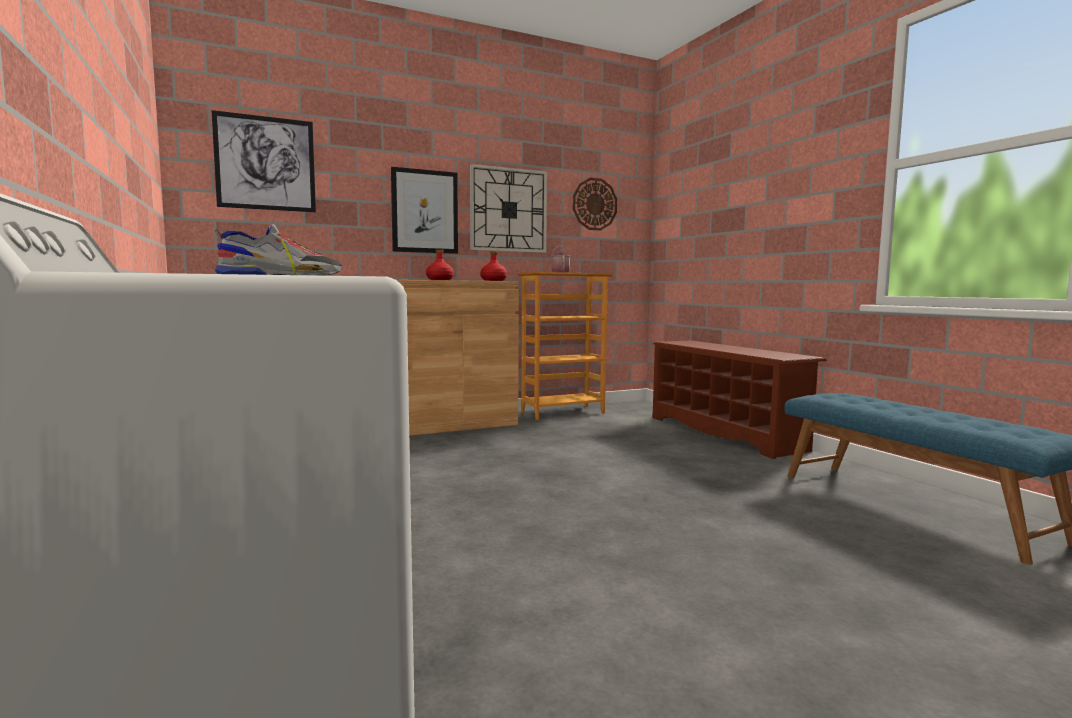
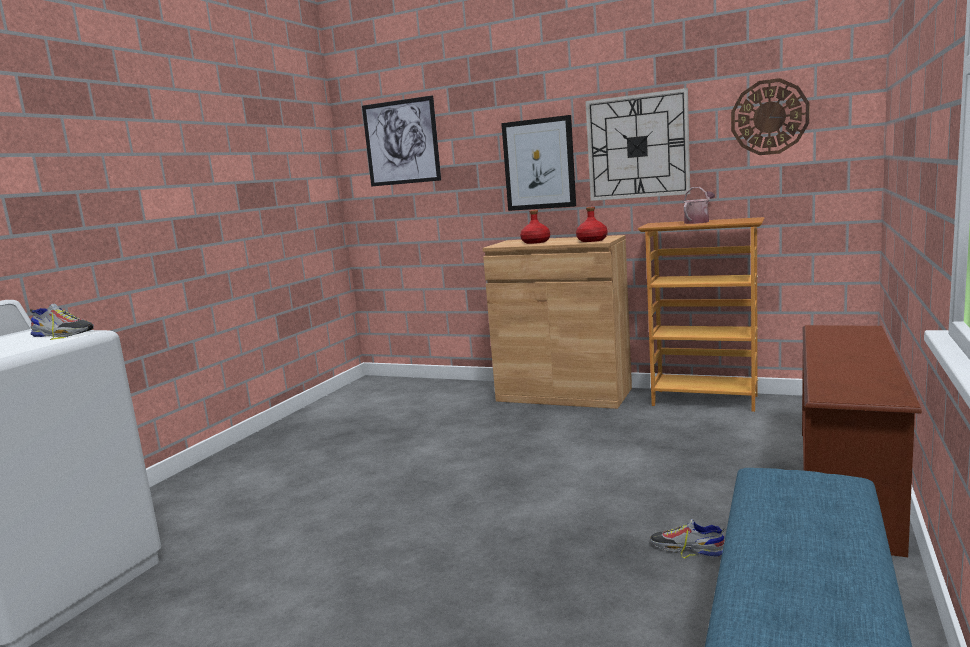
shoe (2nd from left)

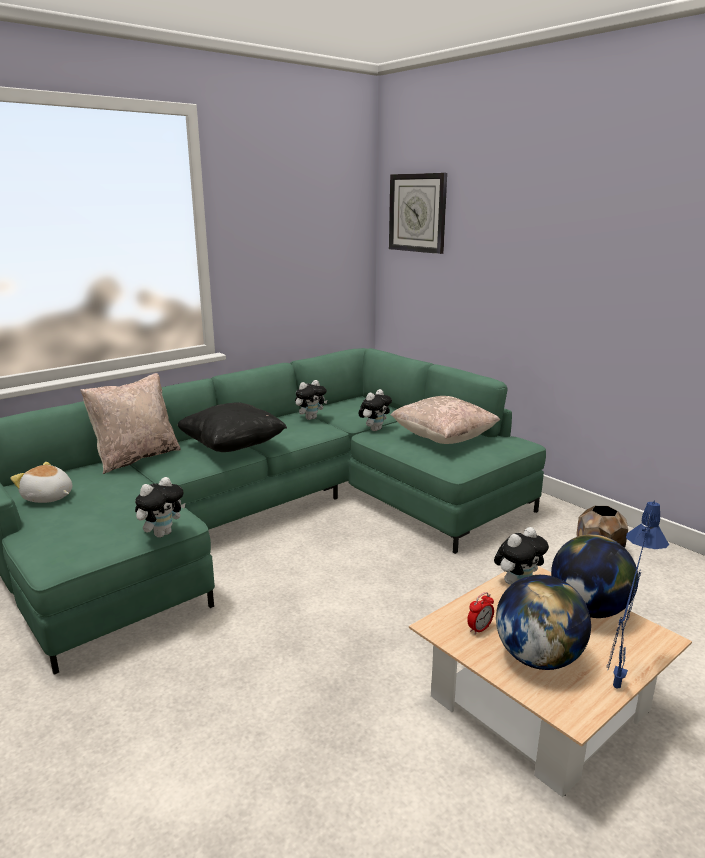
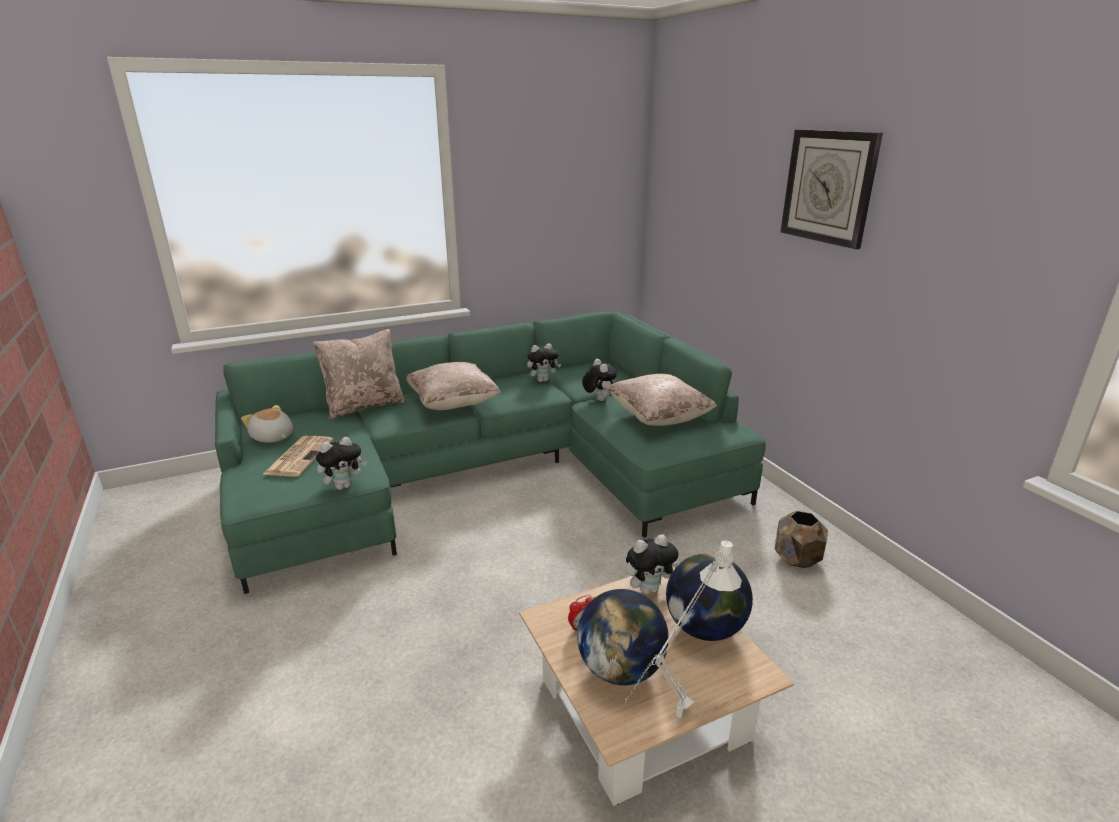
newspaper
wall_clock
beige_pillow (2nd from left)
white_table_lamp
plush_toy (4th from left)

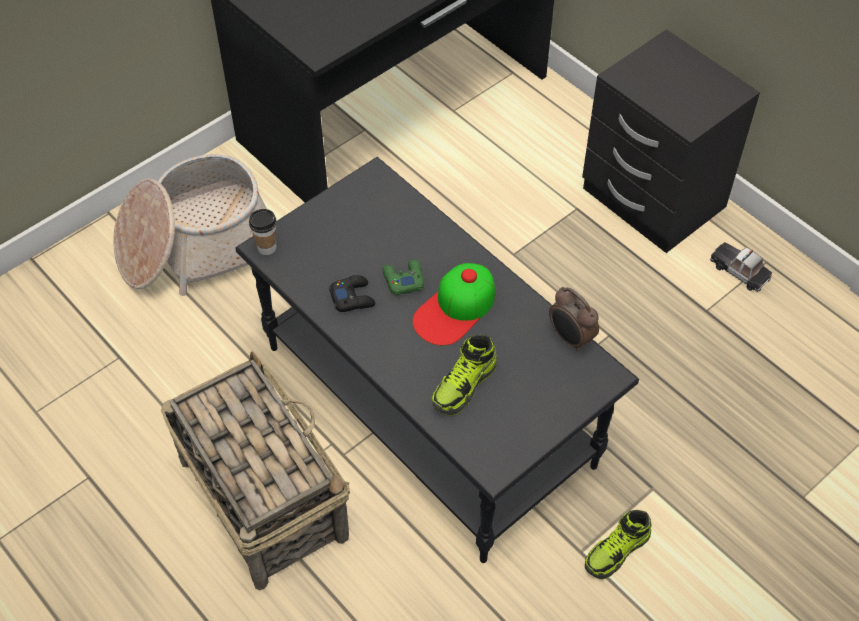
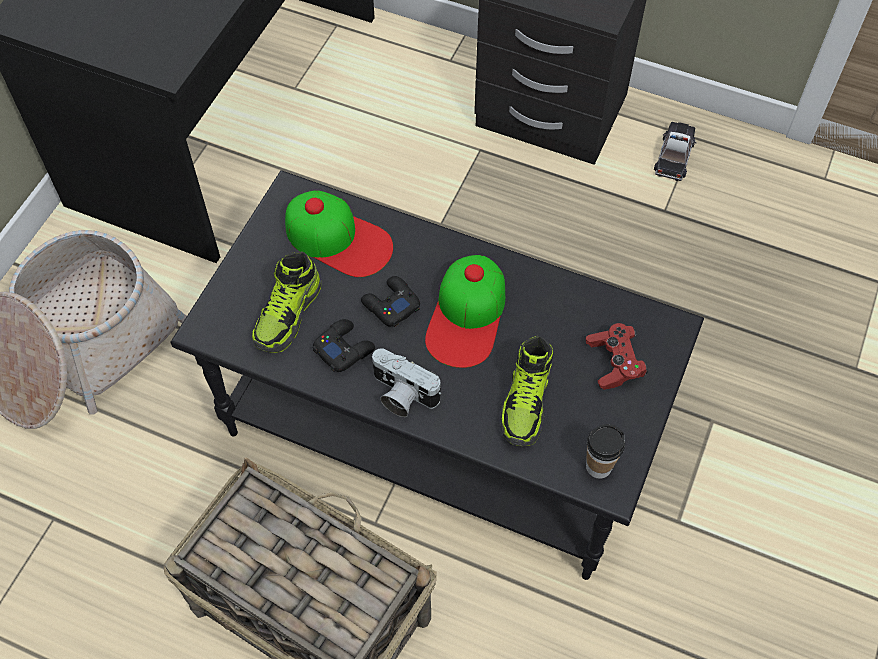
alarm_clock
cap (1st from left)
photo_camera
red_game_controller
cup
shoe (1st from left)
black_game_controller (2nd from left)
toy_car

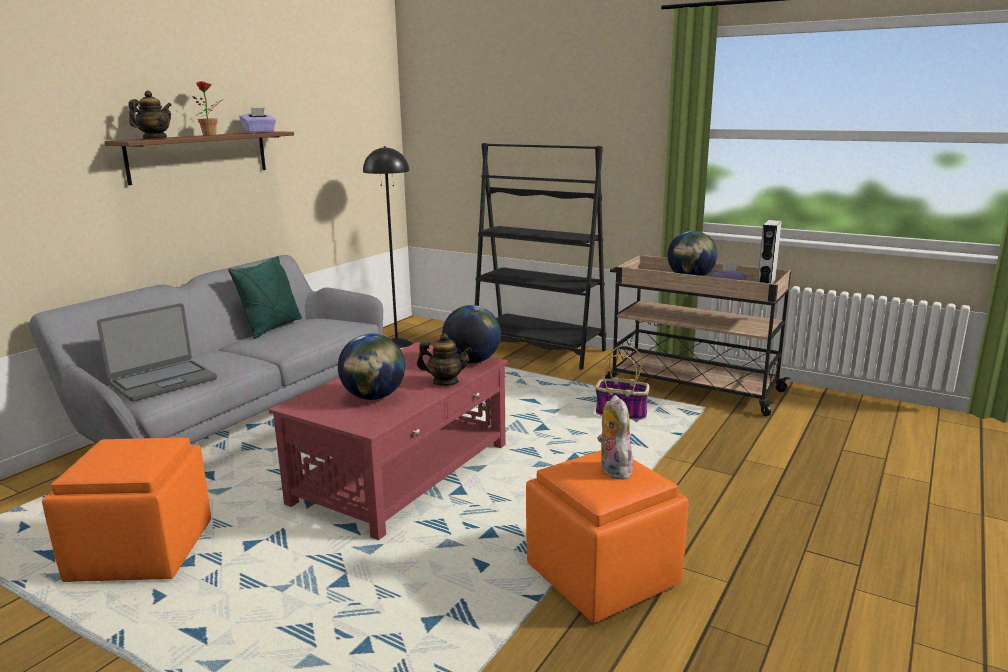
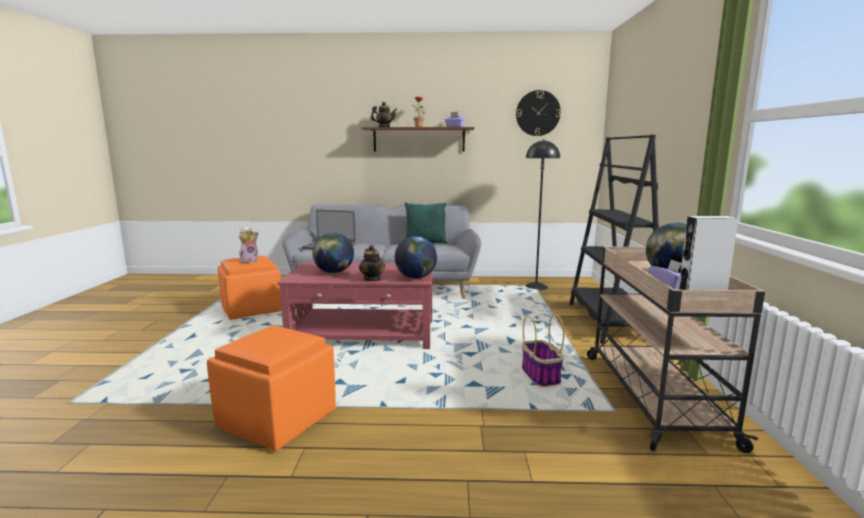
wall_clock
plush_toy

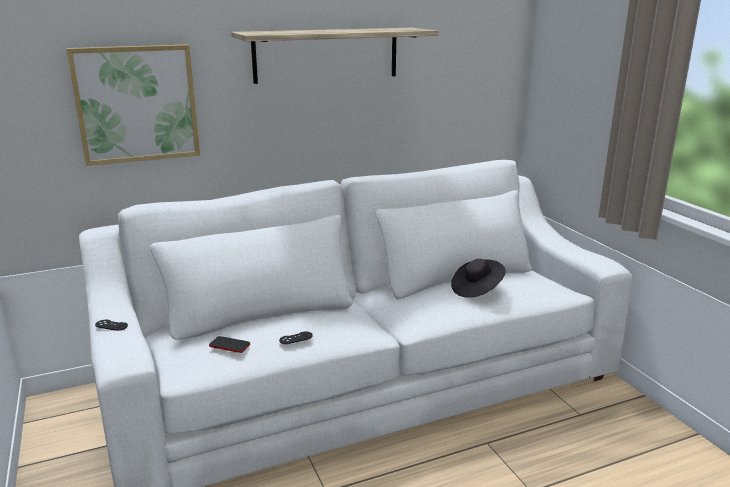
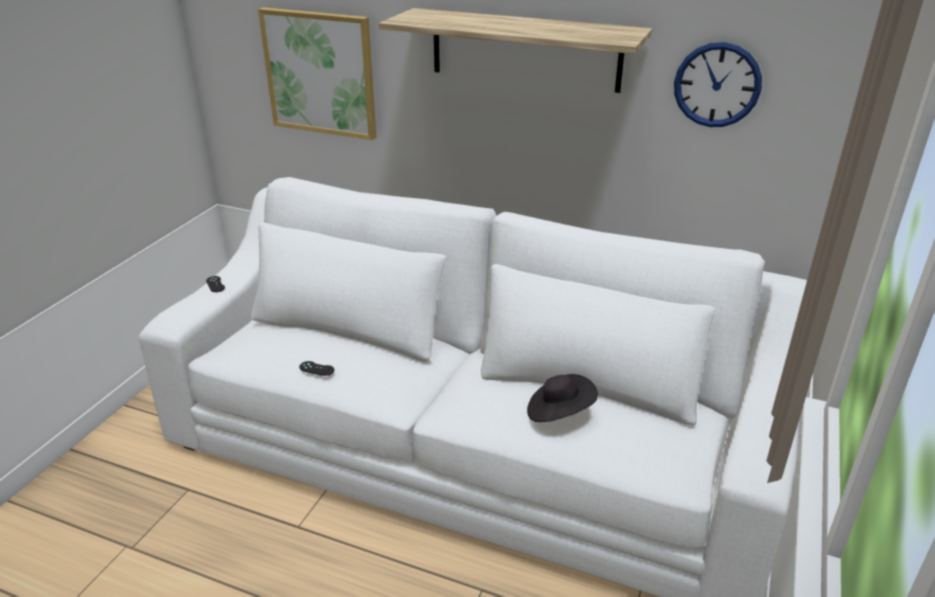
phone
wall_clock

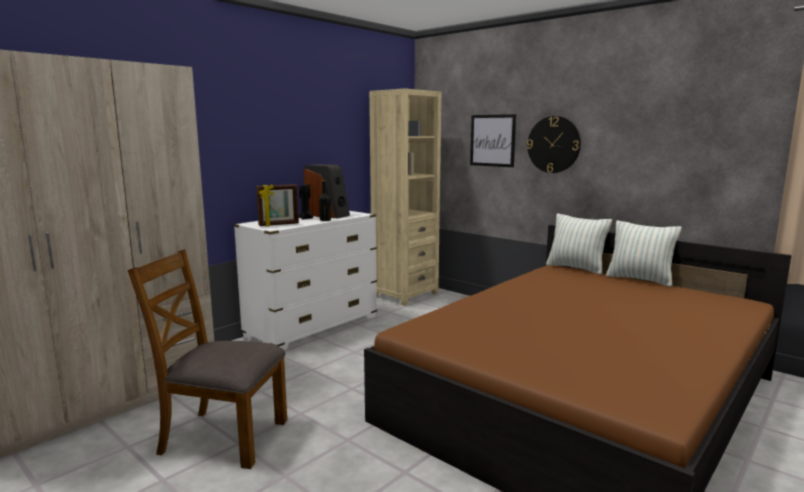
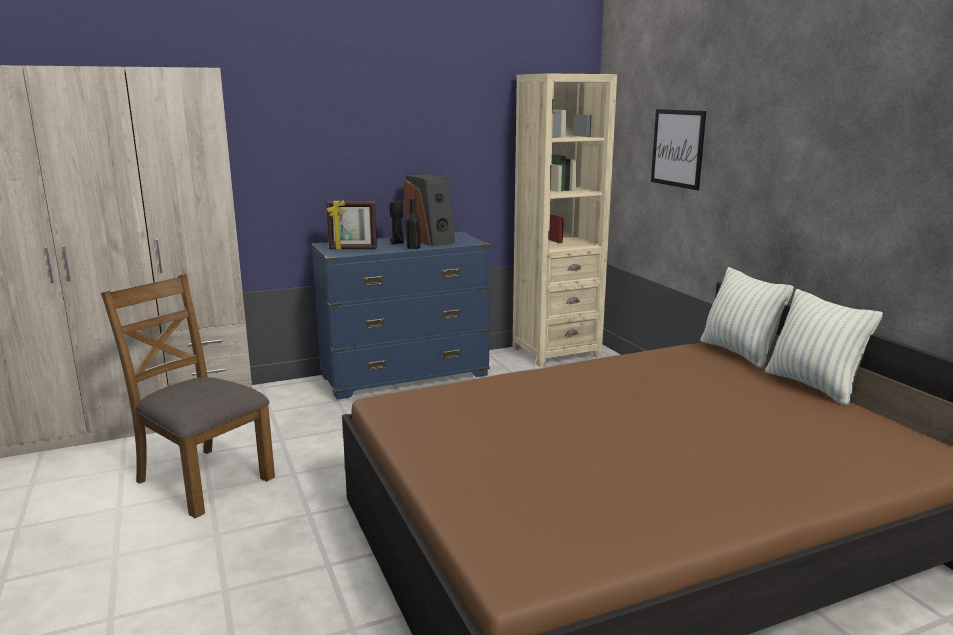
wall_clock
blue_dresser

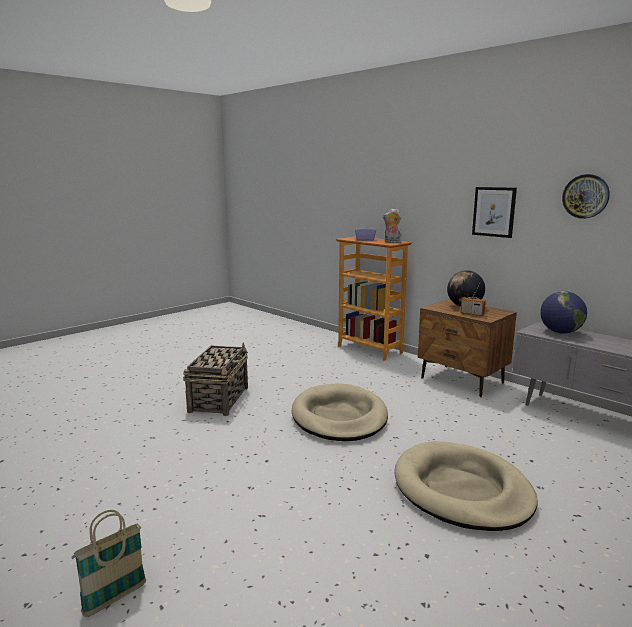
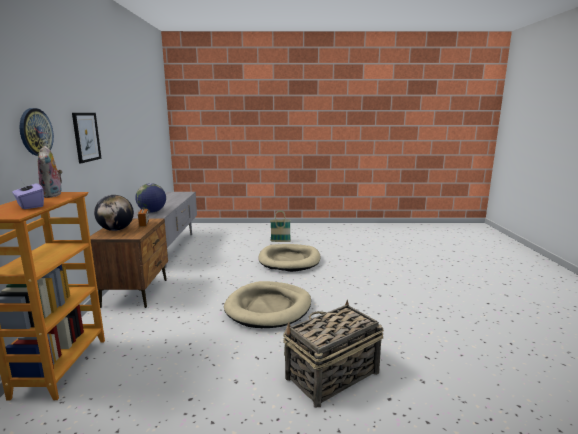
basket (1st from left)
wall_clock

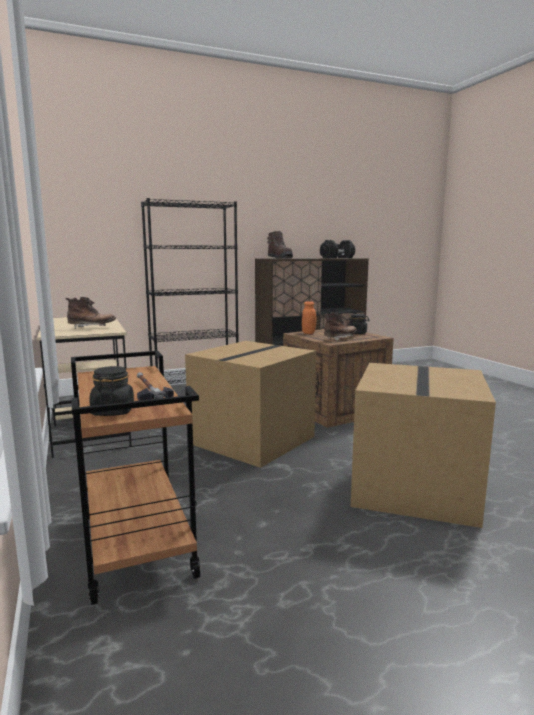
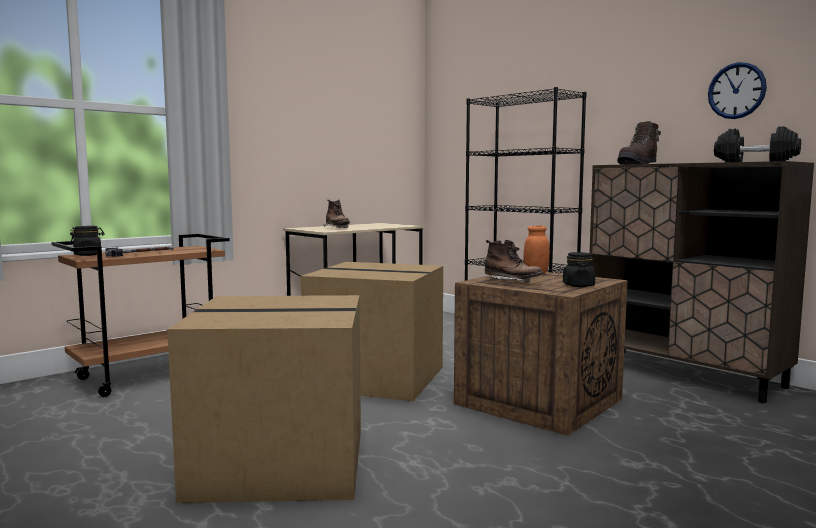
wall_clock

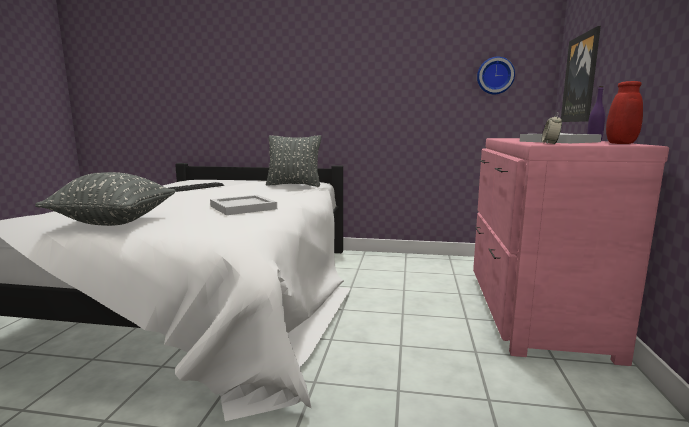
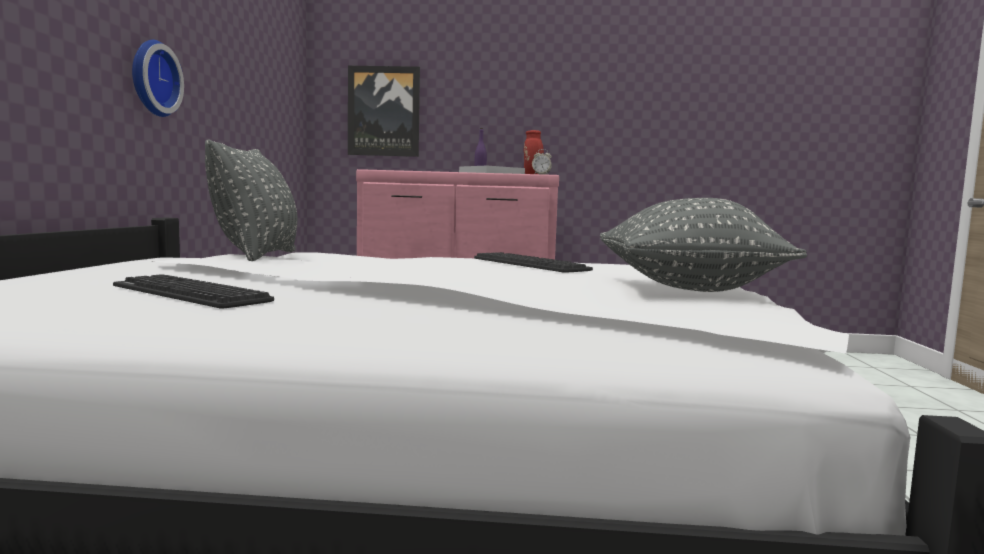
wall_clock
keyboard (2nd from left)

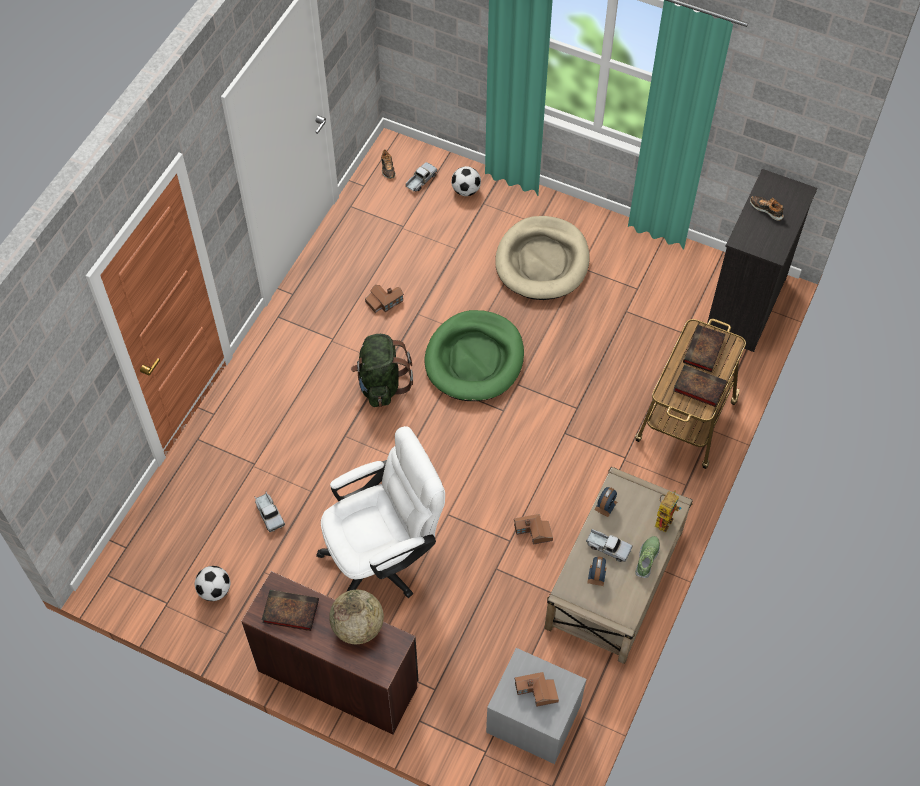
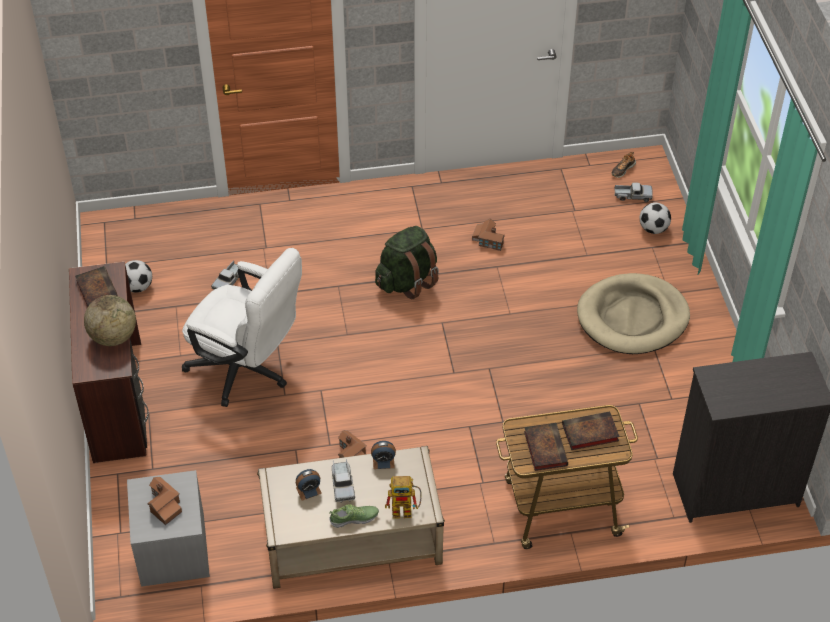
green_dog_bed
shoe (3rd from left in the first image)

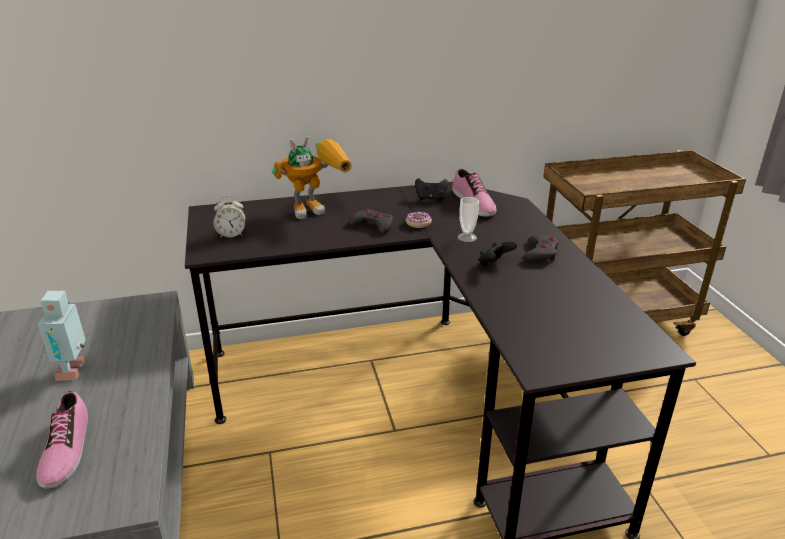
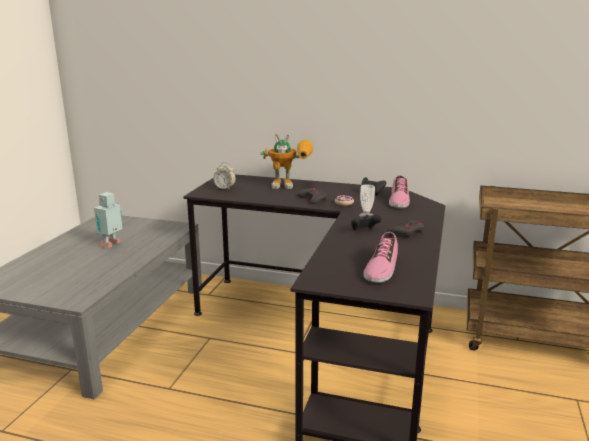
shoe (1st from left)

